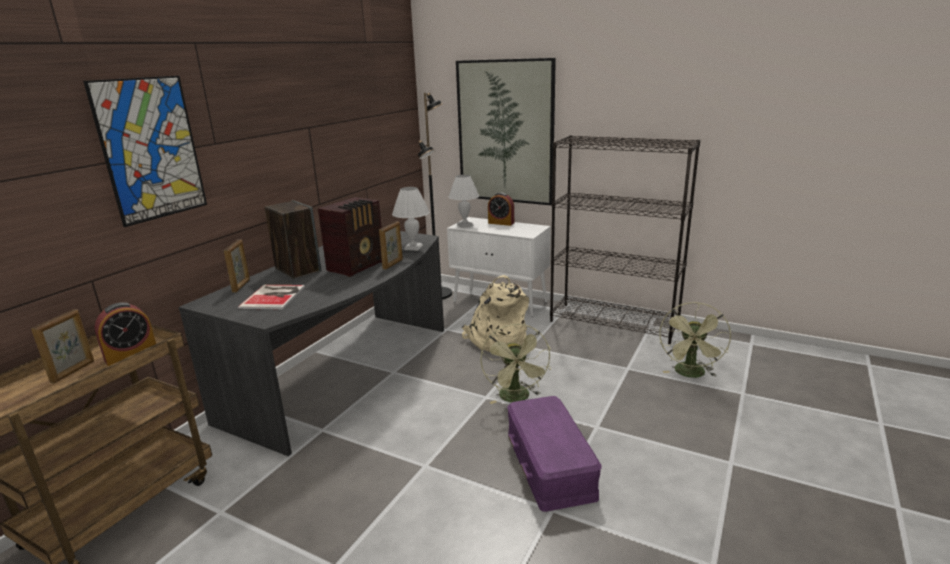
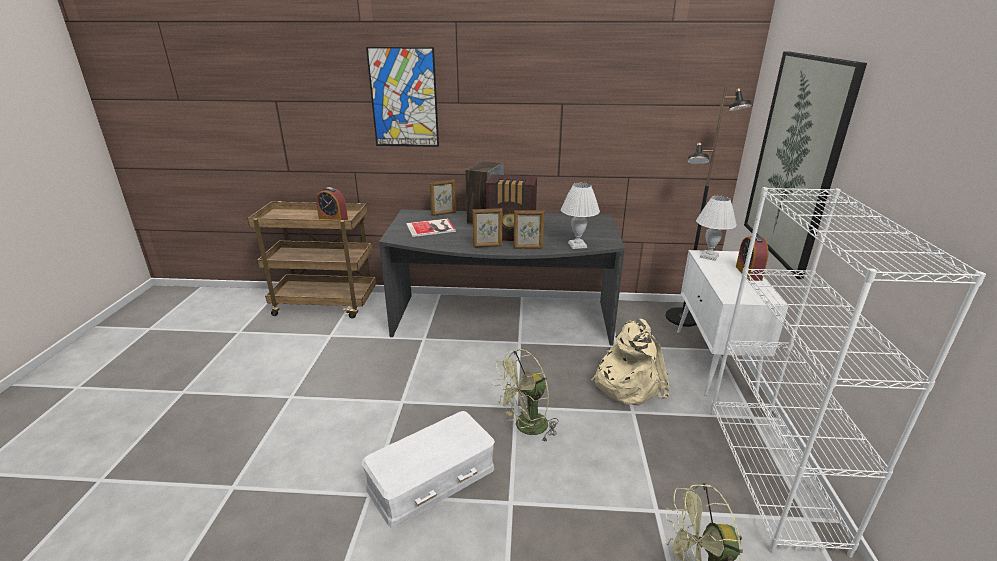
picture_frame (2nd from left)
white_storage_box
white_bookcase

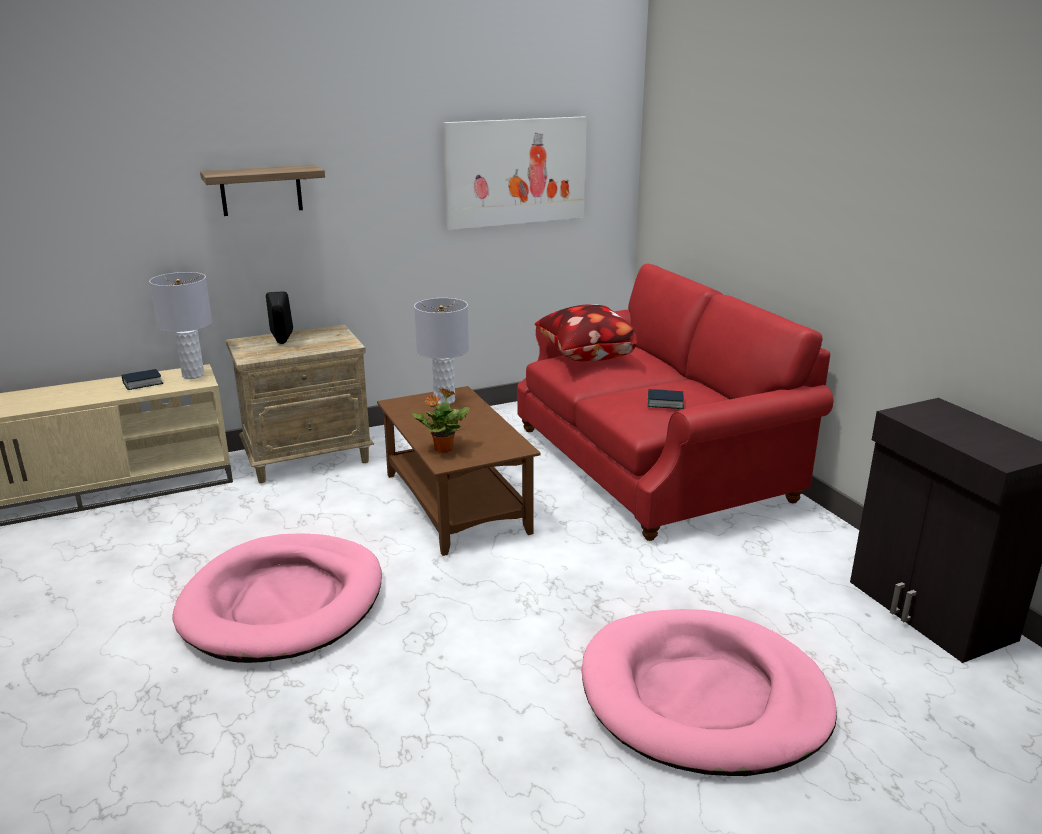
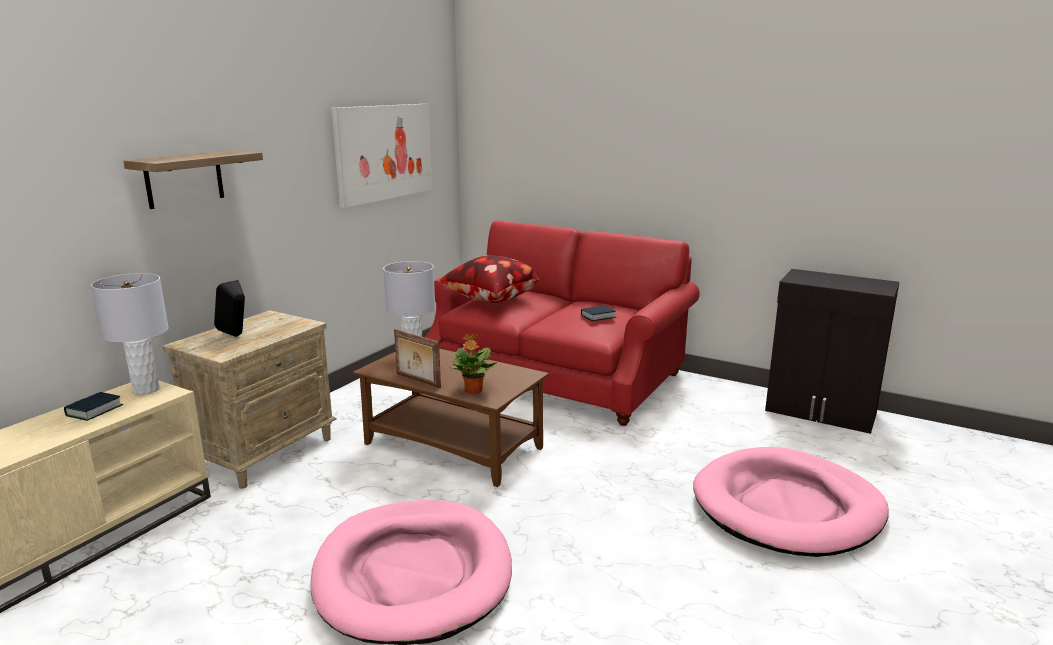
picture_frame

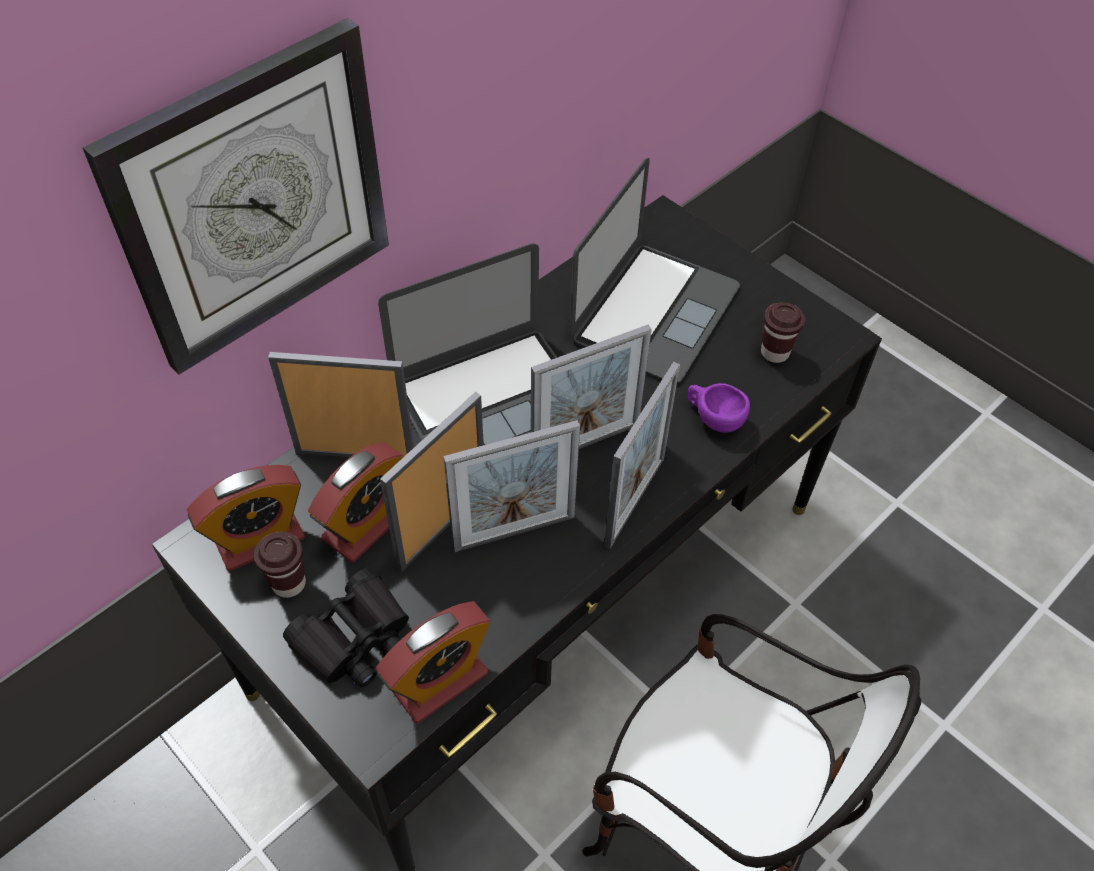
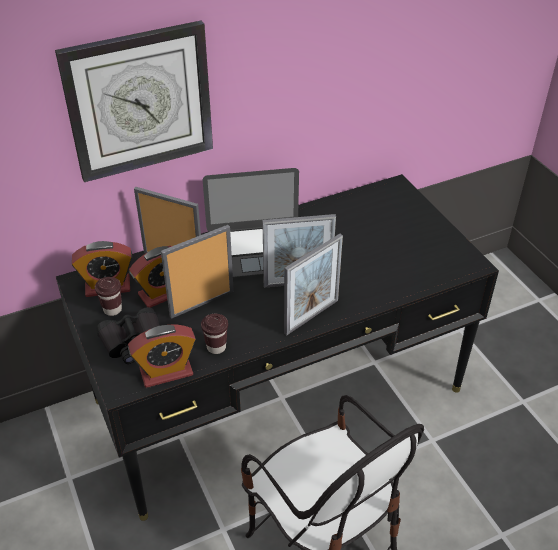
picture_frame (3rd from left in the first image)
laptop (2nd from left in the first image)
purple_cup
brown_cup (2nd from left)

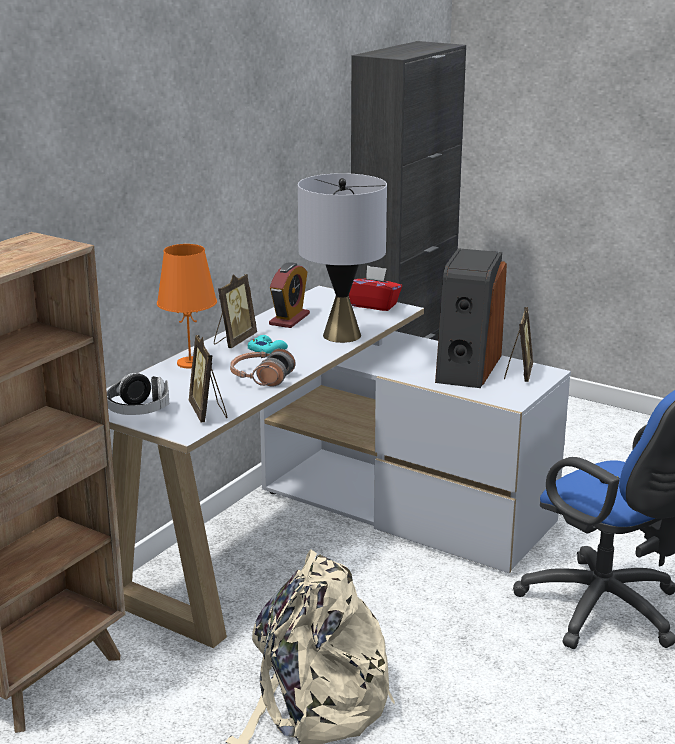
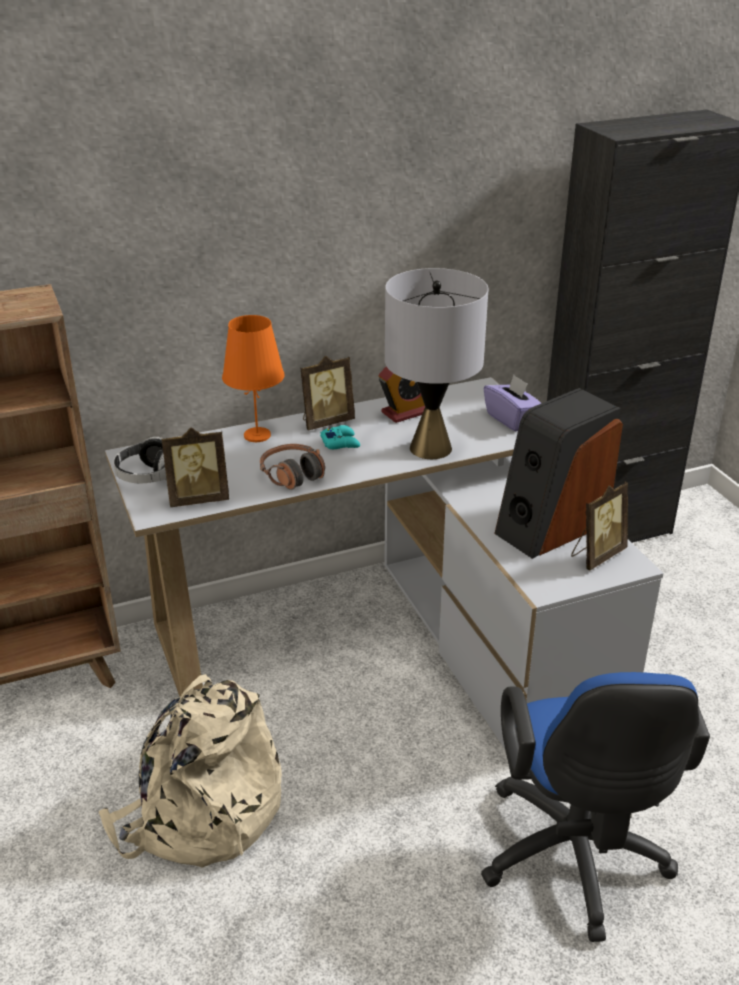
purple_tissue_box
picture_frame (1st from left)

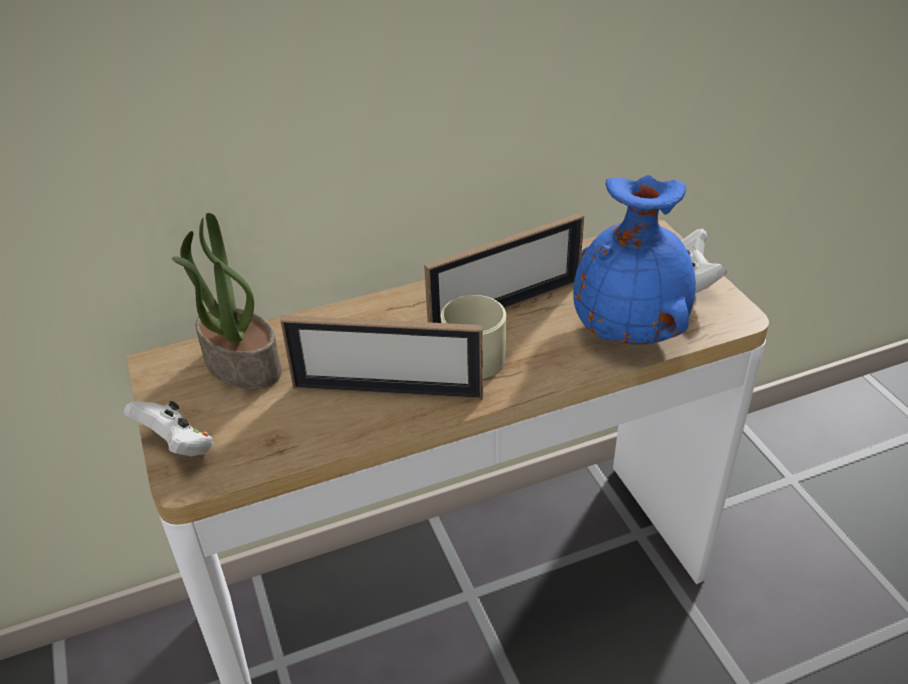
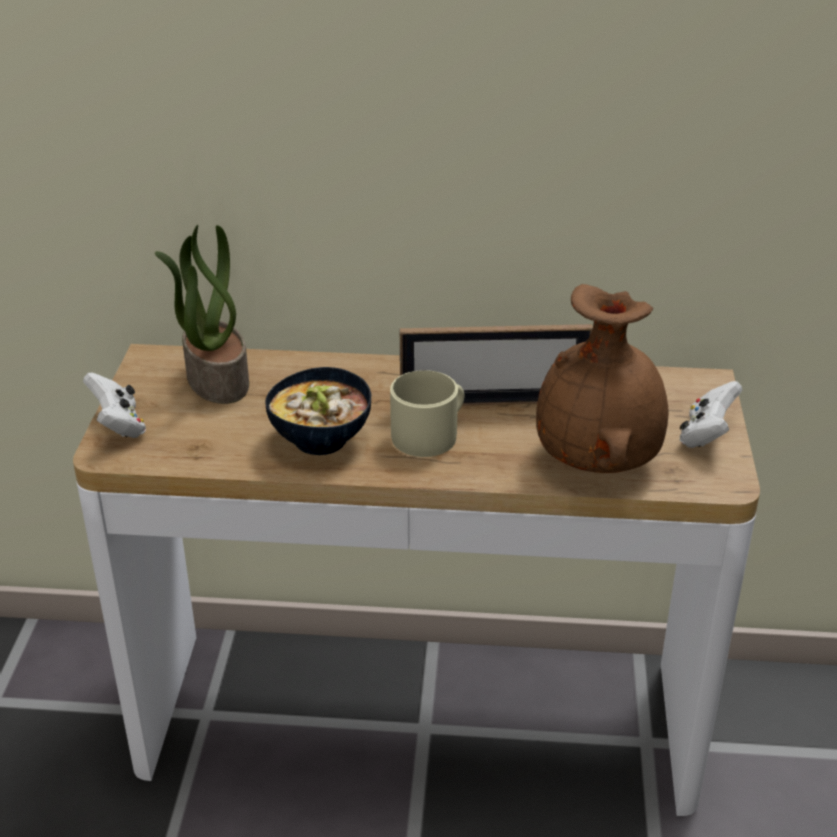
bowl
brown_vase

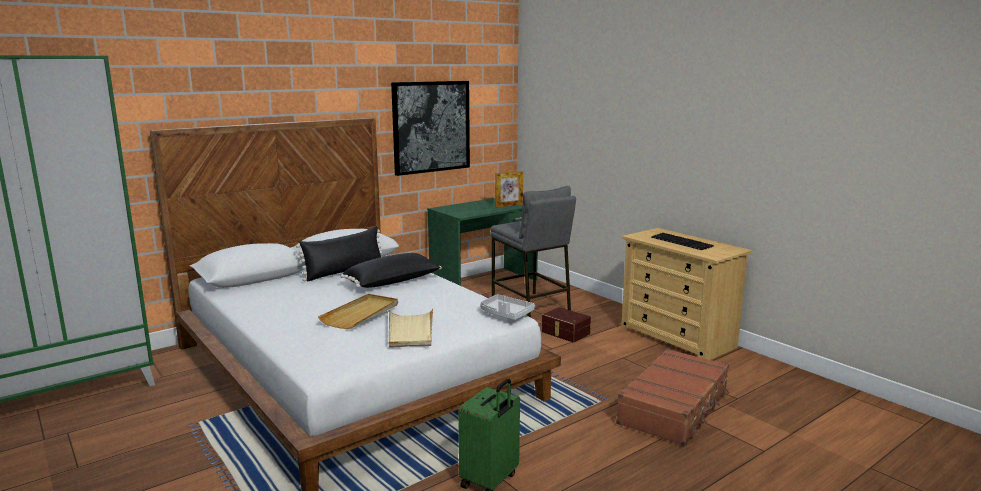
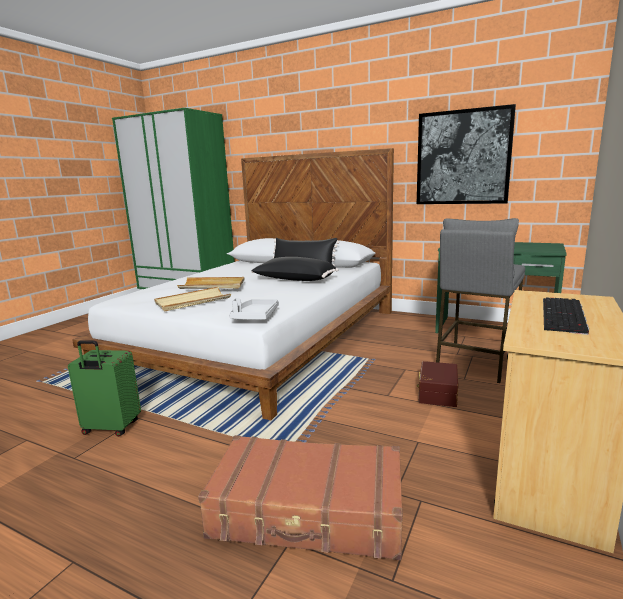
picture_frame

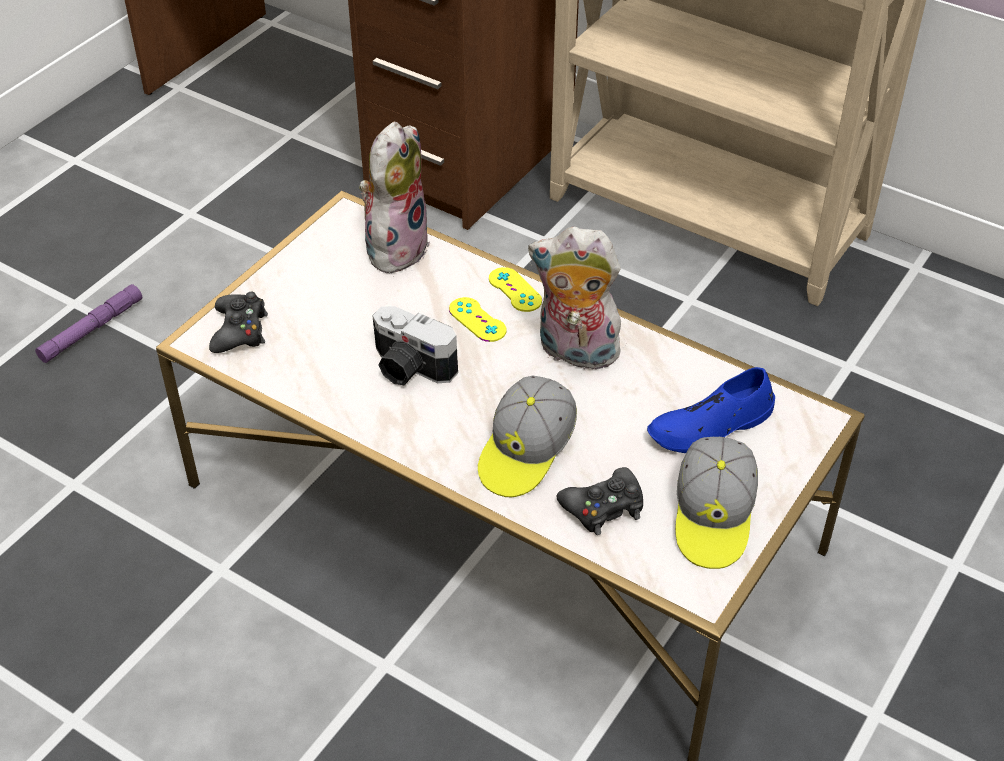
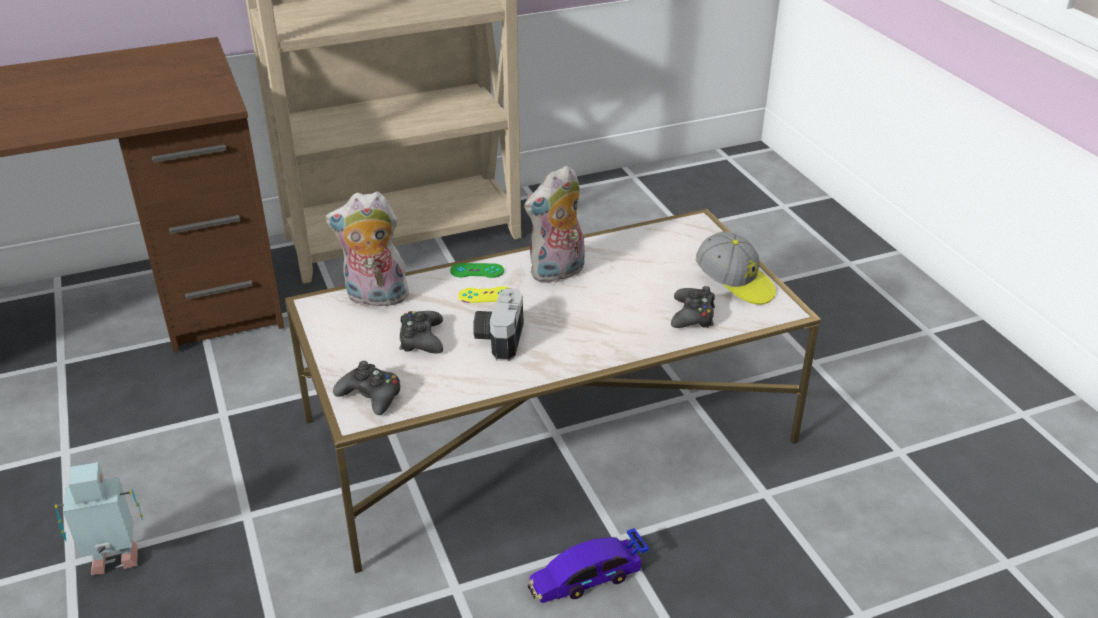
cap (1st from left in the first image)
blue_shoe
black_game_controller (2nd from left)
toy_car
toy_robot
green_game_controller
plush_toy (1st from left)
photo_camera

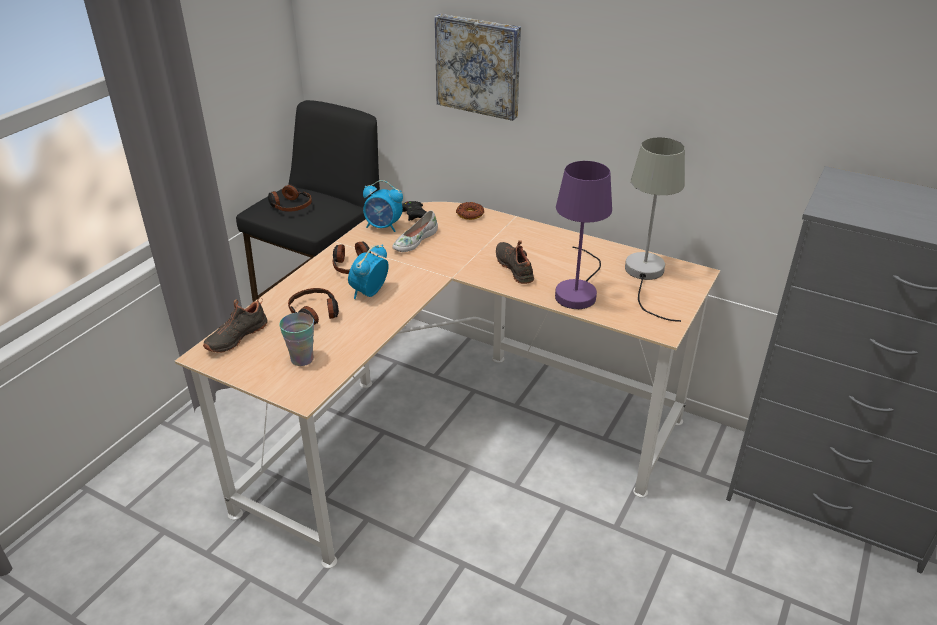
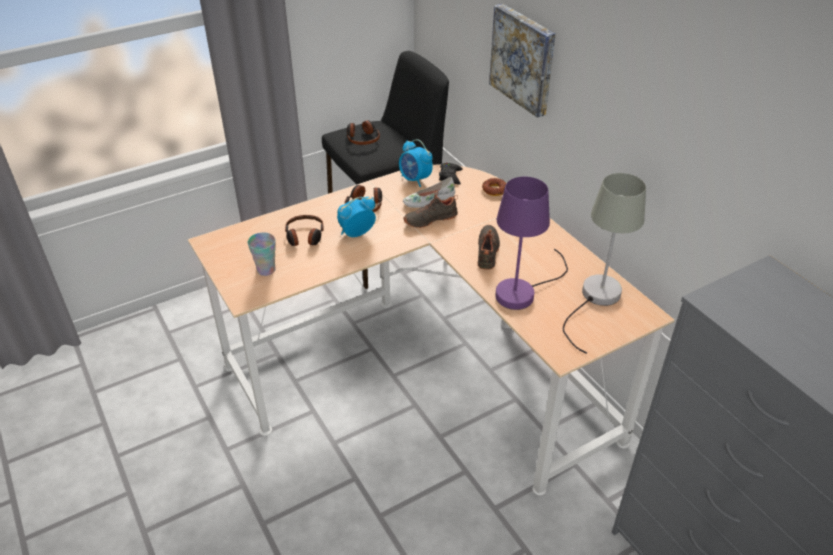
black_shoe (1st from left)

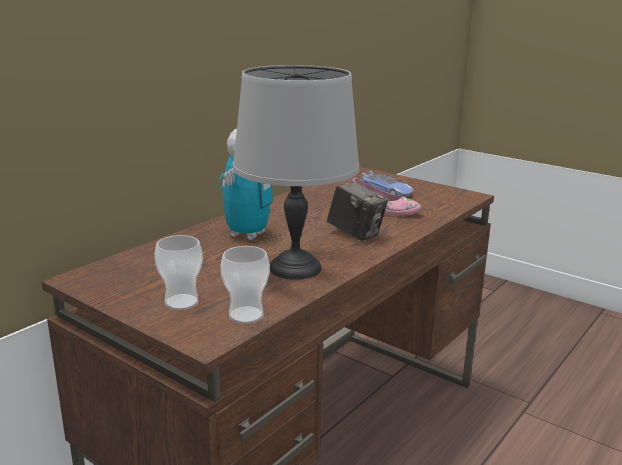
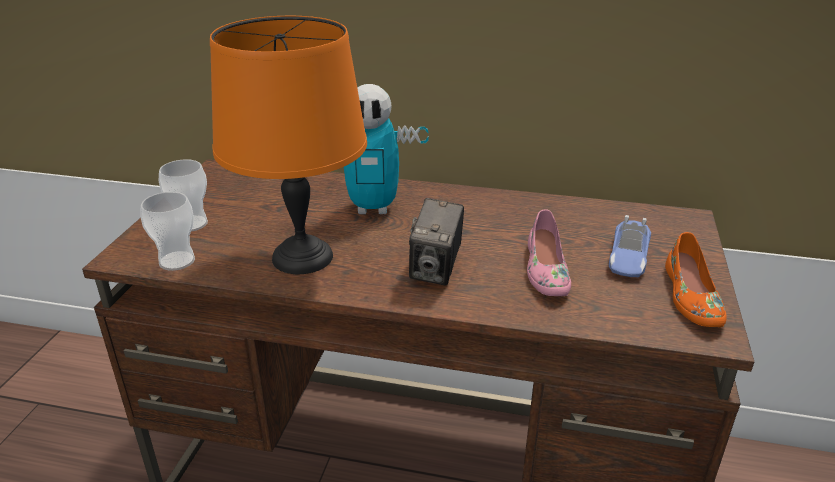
orange_shoe
orange_table_lamp

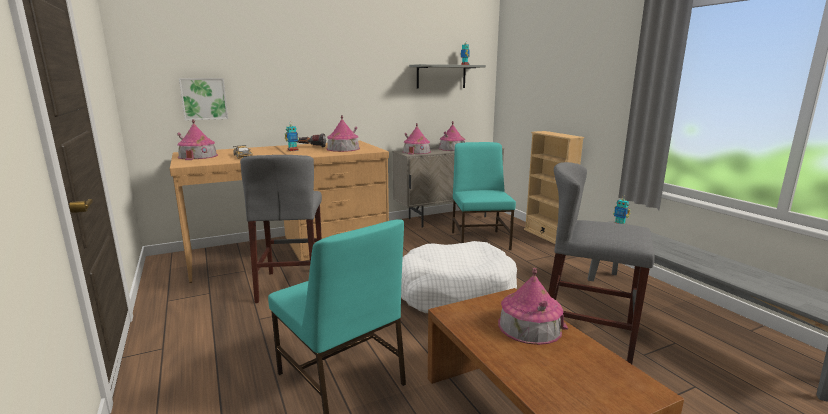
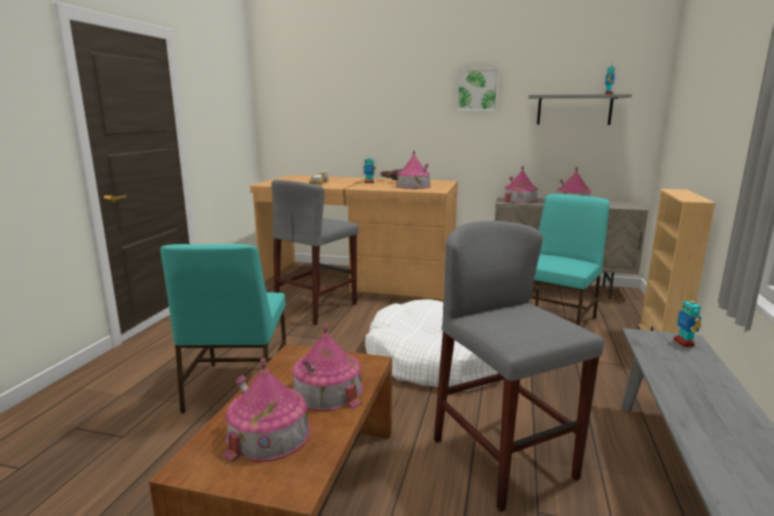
toy_house (1st from left)
picture

